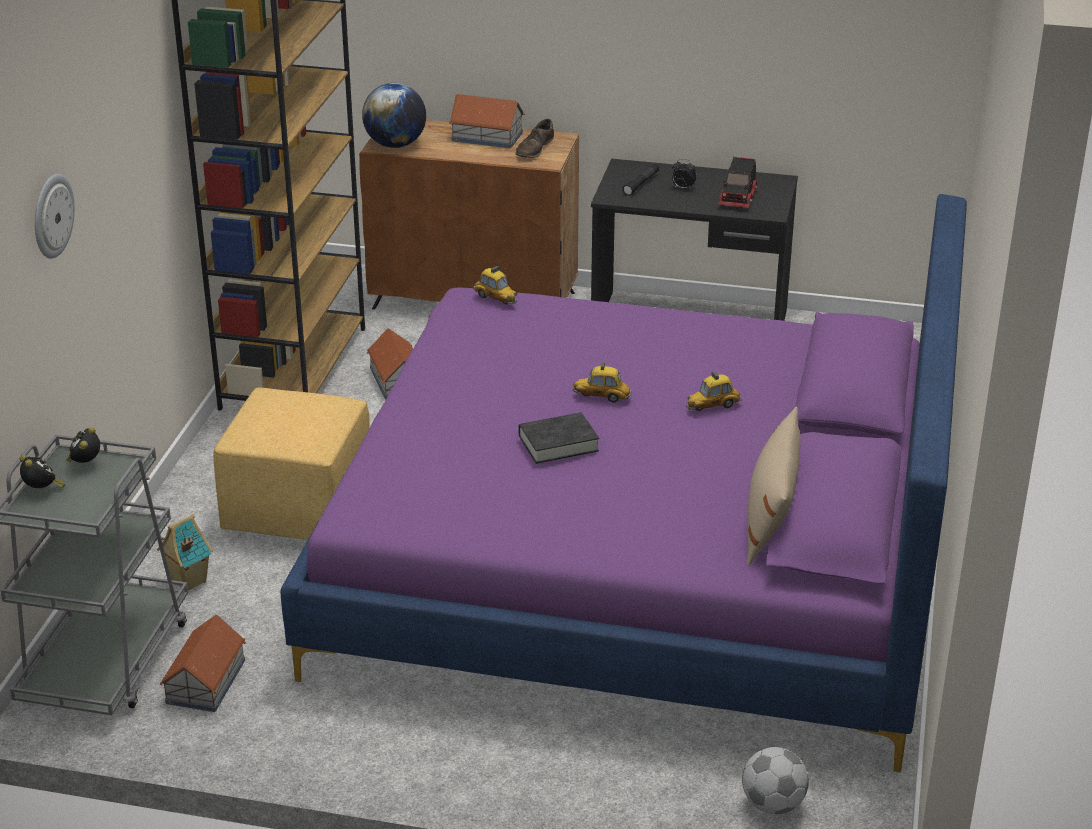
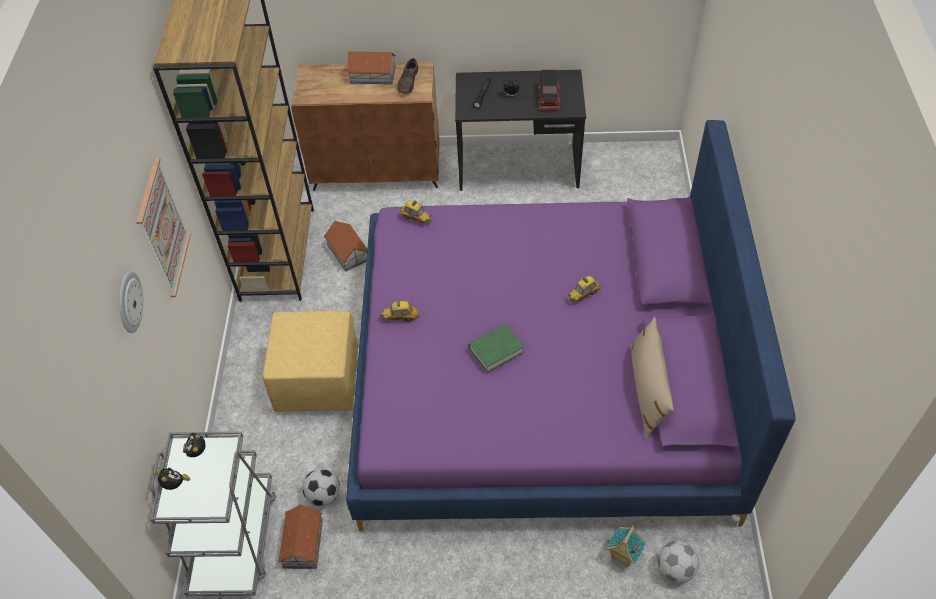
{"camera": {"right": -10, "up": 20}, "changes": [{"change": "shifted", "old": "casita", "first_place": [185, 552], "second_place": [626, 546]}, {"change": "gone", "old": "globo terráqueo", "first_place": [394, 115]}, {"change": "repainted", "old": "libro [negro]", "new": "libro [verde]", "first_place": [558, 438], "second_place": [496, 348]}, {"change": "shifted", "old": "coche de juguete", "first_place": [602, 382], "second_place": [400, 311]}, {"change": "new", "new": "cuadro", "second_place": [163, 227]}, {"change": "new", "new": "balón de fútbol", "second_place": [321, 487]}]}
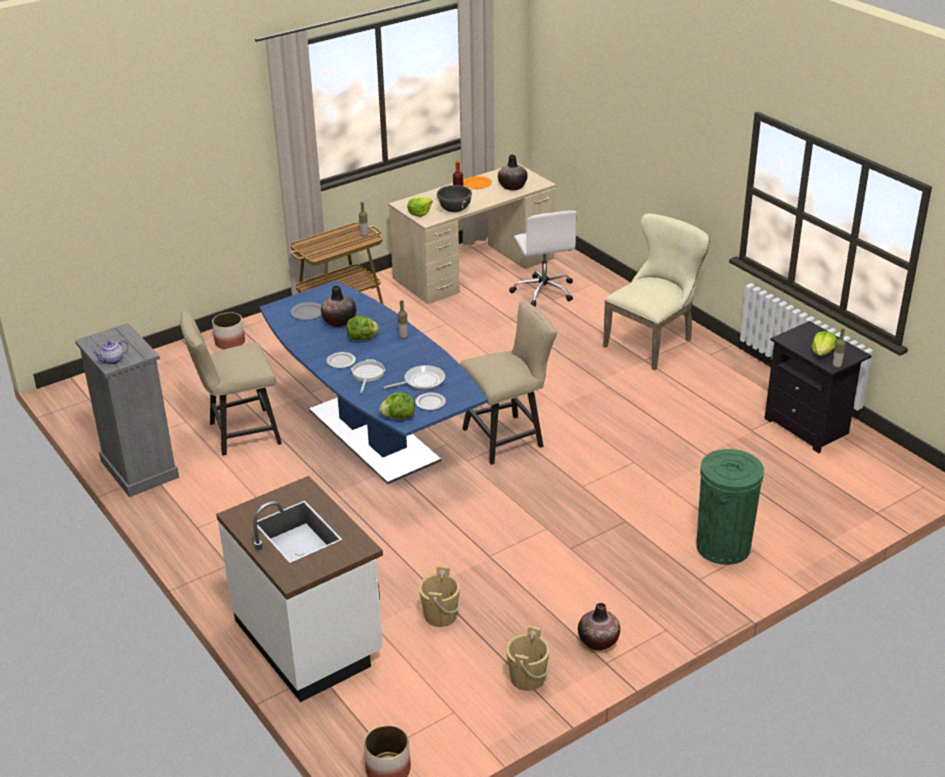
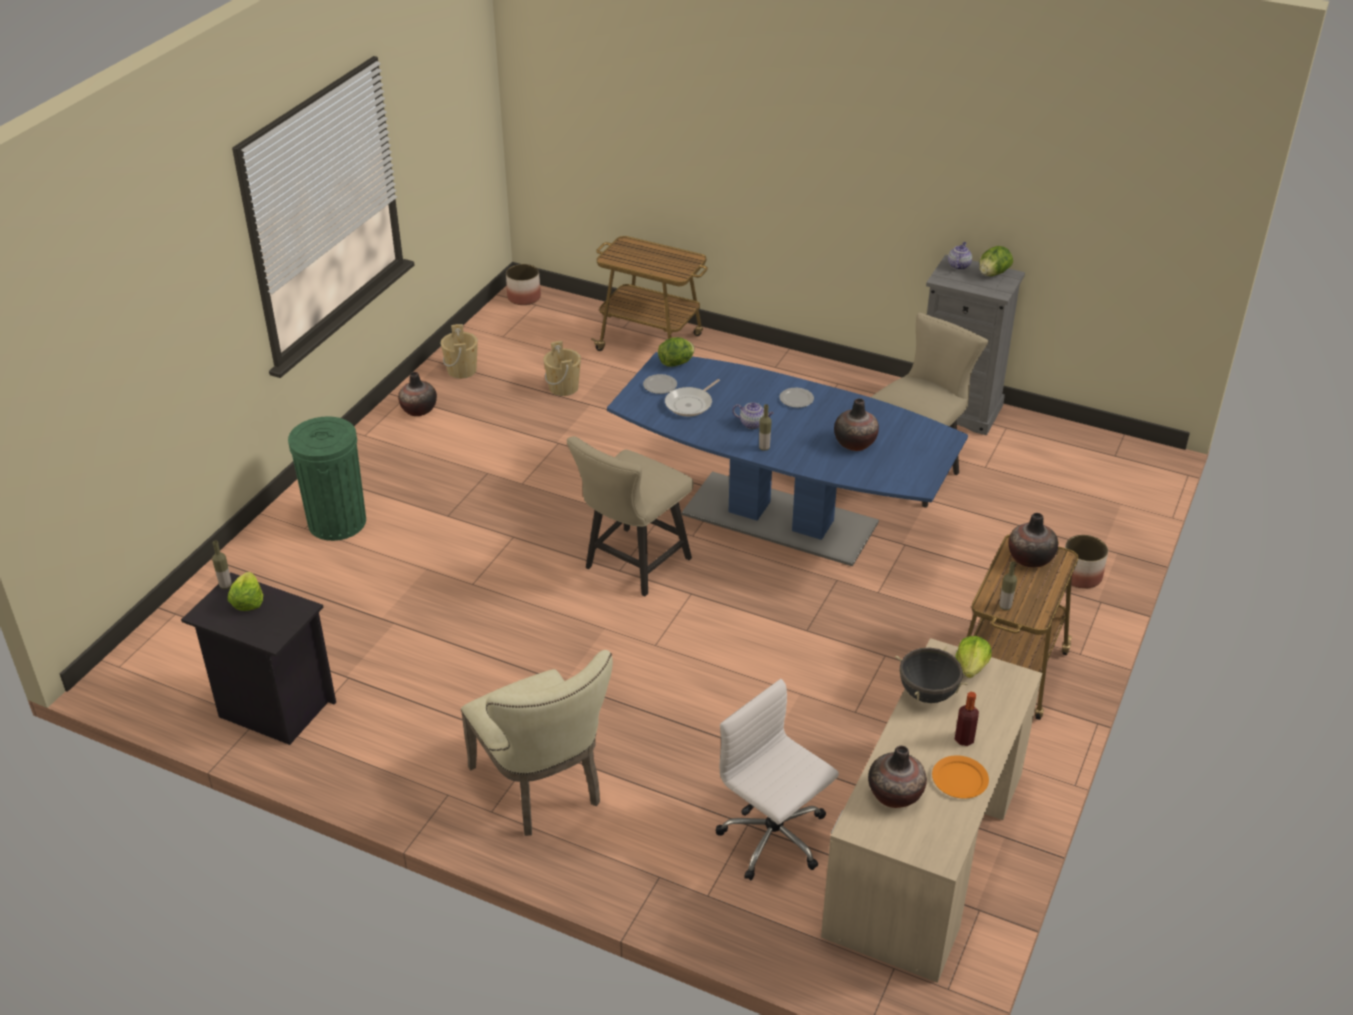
{"camera": {"right": 150, "up": 5}, "changes": [{"change": "swapped", "old": "mueble bajo de cocina [blanco]", "new": "carrito", "first_place": [299, 589], "second_place": [649, 293]}, {"change": "gone", "old": "plato [gris]", "first_place": [306, 311]}, {"change": "shifted", "old": "lechuga", "first_place": [362, 328], "second_place": [996, 261]}, {"change": "gone", "old": "sartén", "first_place": [368, 376]}, {"change": "rotated", "old": "silla [beis]", "first_place": [656, 292], "second_place": [537, 743], "degrees": -45}, {"change": "new", "new": "tetera", "second_place": [753, 416]}, {"change": "new", "new": "florero", "second_place": [1033, 540]}]}
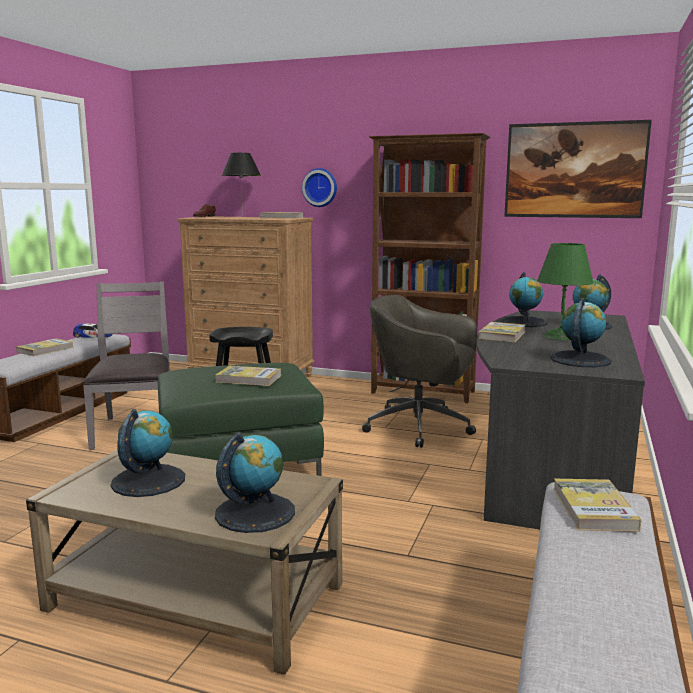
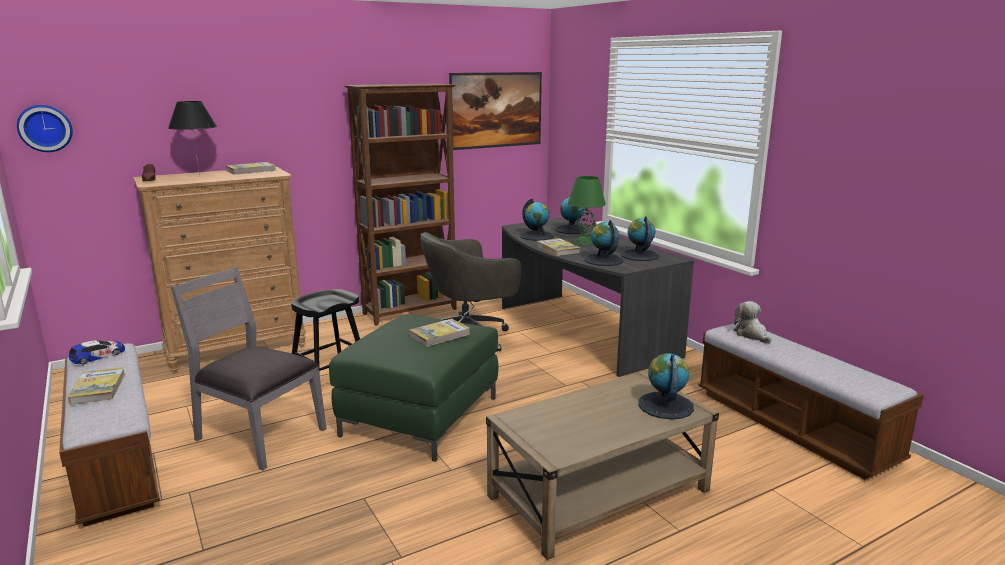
{"camera": {"right": -50, "up": 5}, "changes": [{"change": "shifted", "old": "globo terráqueo", "first_place": [148, 453], "second_place": [604, 243]}, {"change": "shifted", "old": "reloj de pared", "first_place": [319, 187], "second_place": [45, 128]}, {"change": "swapped", "old": "libro", "new": "peluche", "first_place": [597, 505], "second_place": [752, 322]}]}
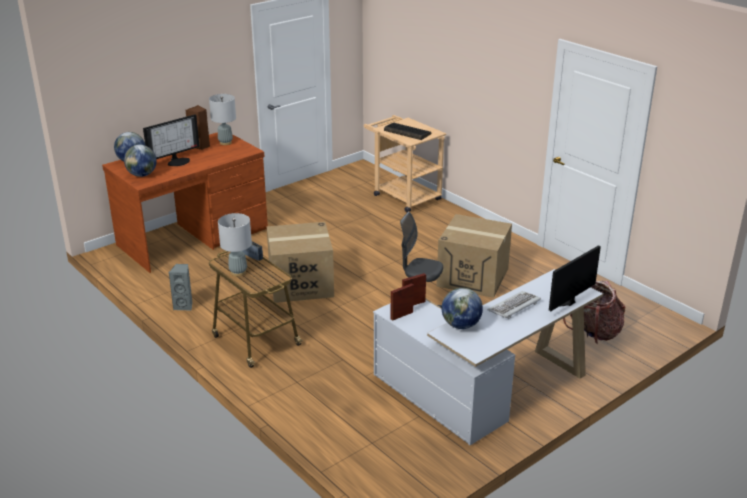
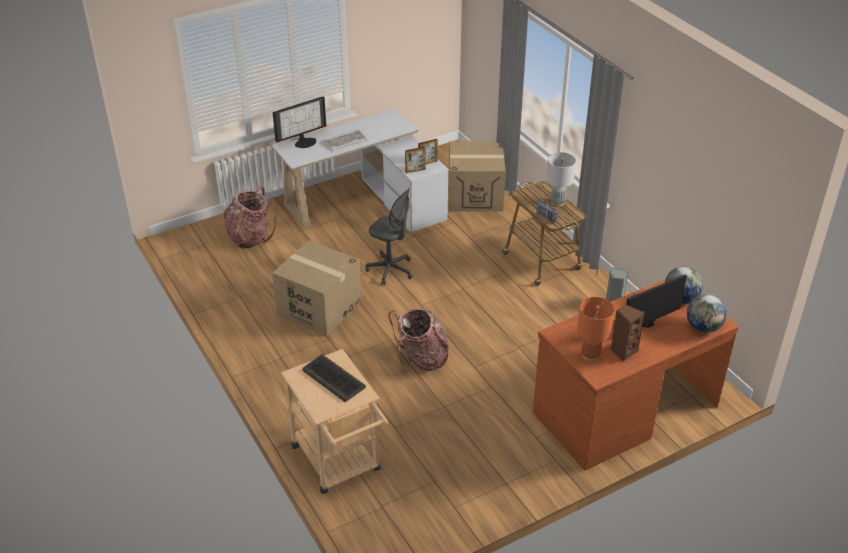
{"camera": {"right": -170, "up": 10}, "changes": [{"change": "repainted", "old": "lámpara de mesa [gris]", "new": "lámpara de mesa [naranja]", "first_place": [222, 119], "second_place": [596, 329]}, {"change": "shifted", "old": "caja de cartón", "first_place": [300, 262], "second_place": [477, 176]}, {"change": "gone", "old": "globo terráqueo", "first_place": [462, 308]}, {"change": "new", "new": "mochila", "second_place": [418, 340]}]}
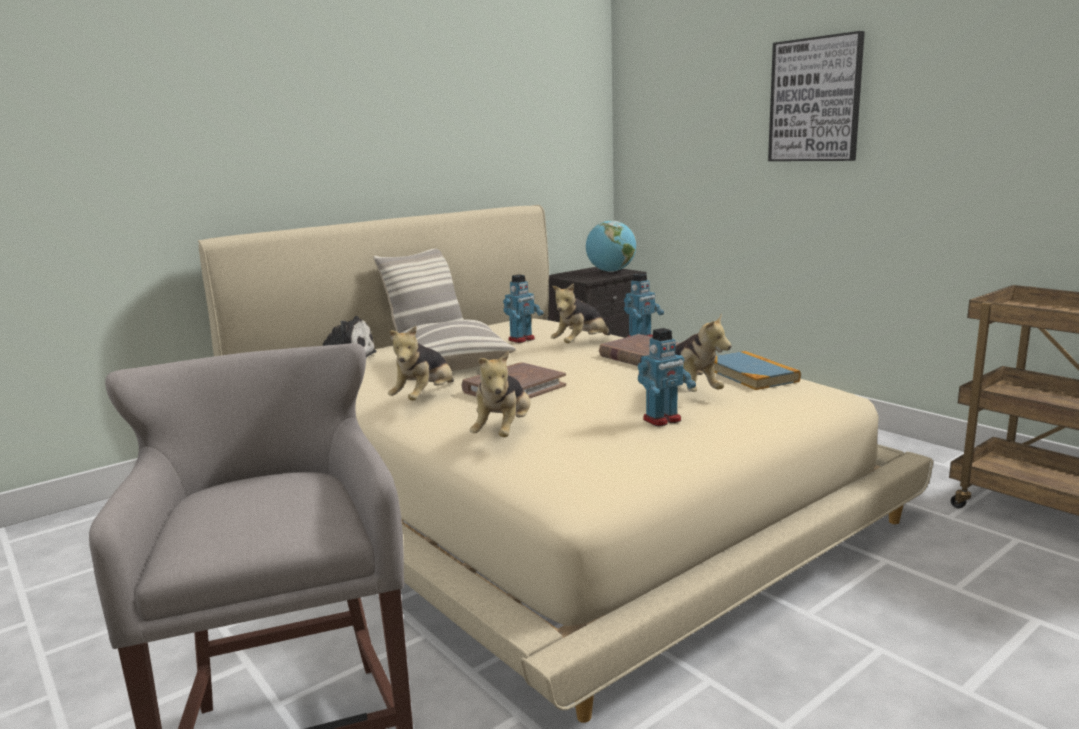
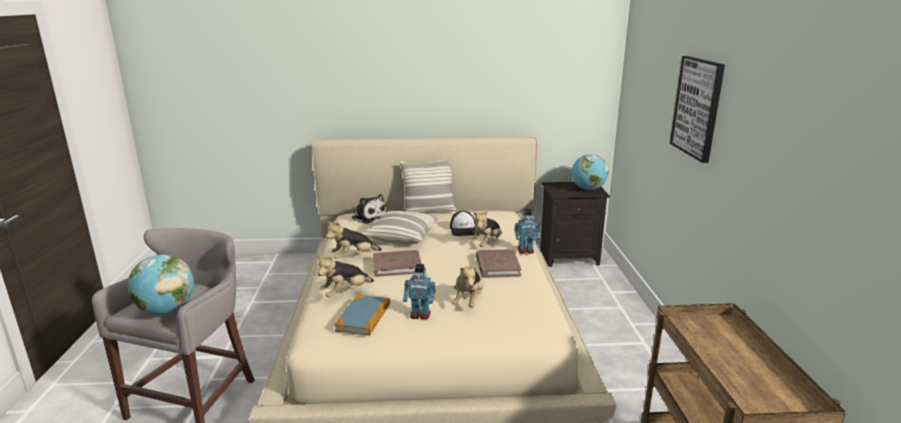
{"camera": {"right": 35, "up": 5}, "changes": [{"change": "swapped", "old": "robot de juguete", "new": "gorra", "first_place": [523, 308], "second_place": [462, 223]}, {"change": "rotated", "old": "peluche", "first_place": [580, 313], "second_place": [485, 229], "degrees": -45}, {"change": "shifted", "old": "libro", "first_place": [757, 370], "second_place": [362, 315]}, {"change": "new", "new": "globo terráqueo", "second_place": [161, 284]}]}
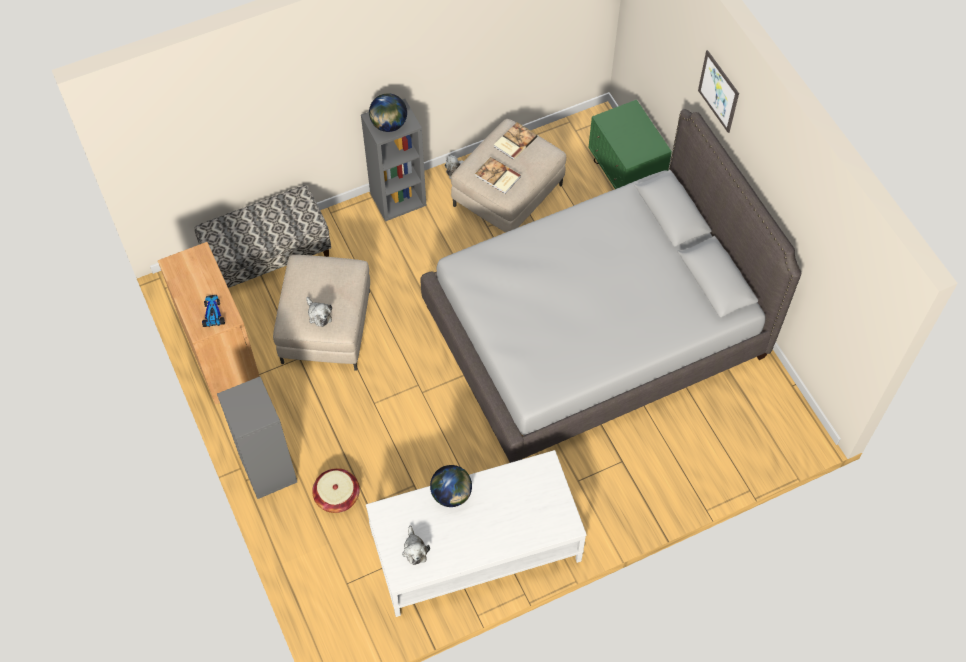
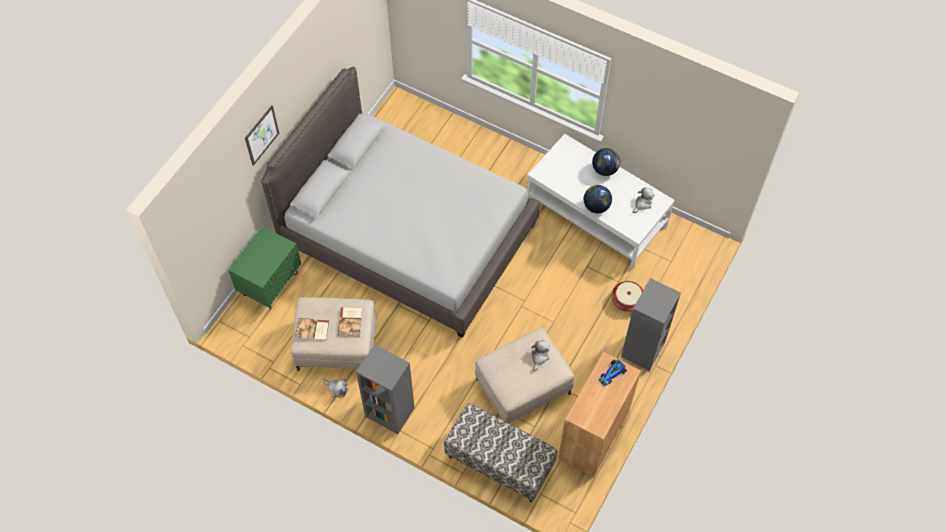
{"camera": {"right": -125, "up": 0}, "changes": [{"change": "shifted", "old": "globo terráqueo", "first_place": [388, 112], "second_place": [606, 162]}]}
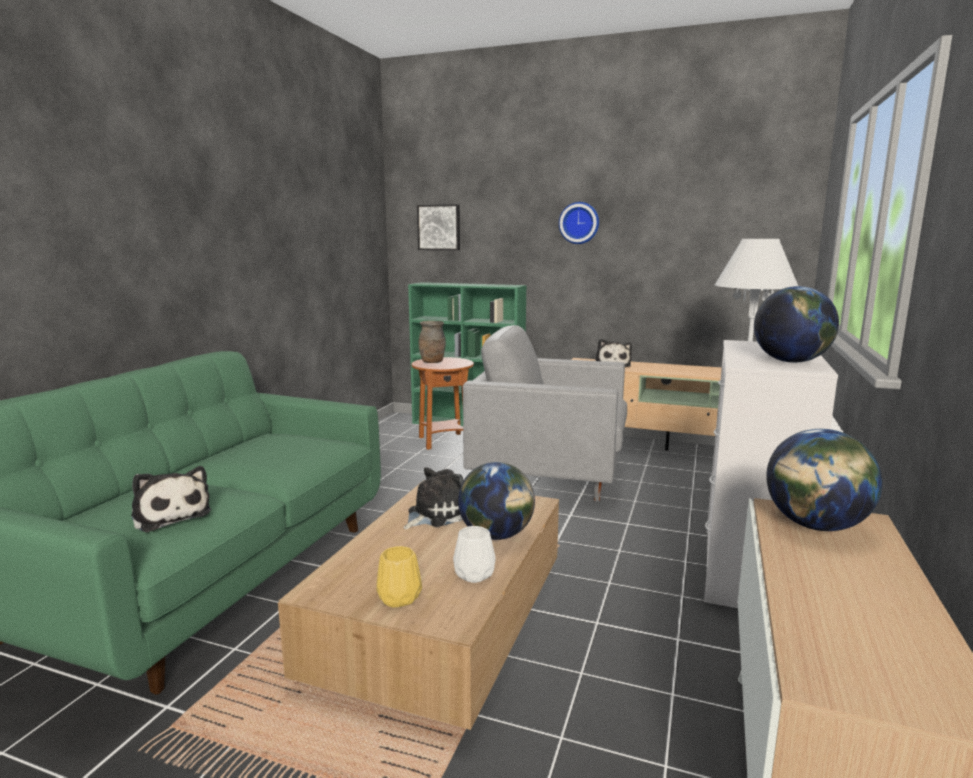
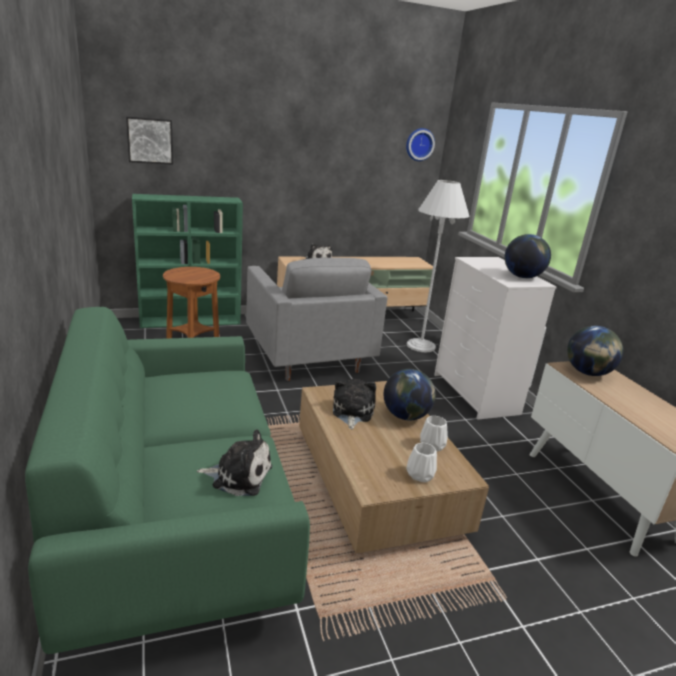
{"camera": {"right": -40, "up": 10}, "changes": [{"change": "repainted", "old": "florero [amarillo]", "new": "florero [blanco]", "first_place": [399, 577], "second_place": [421, 462]}, {"change": "gone", "old": "florero [marrón]", "first_place": [432, 342]}, {"change": "rotated", "old": "sillón [gris]", "first_place": [545, 413], "second_place": [317, 319], "degrees": -90}, {"change": "shifted", "old": "reloj de pared", "first_place": [579, 223], "second_place": [420, 144]}]}
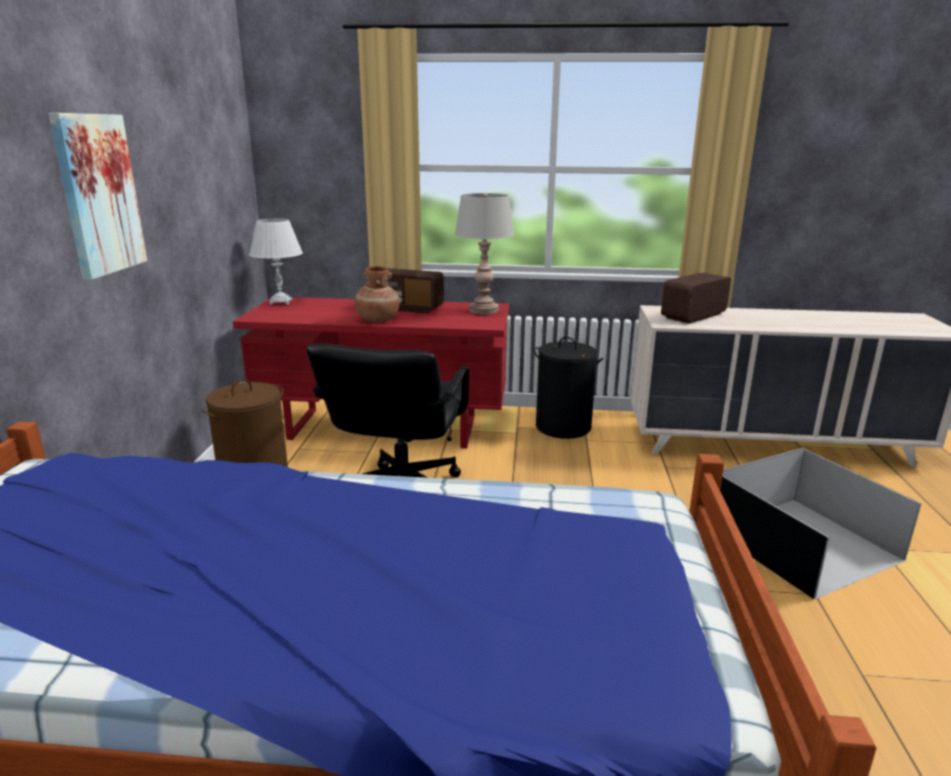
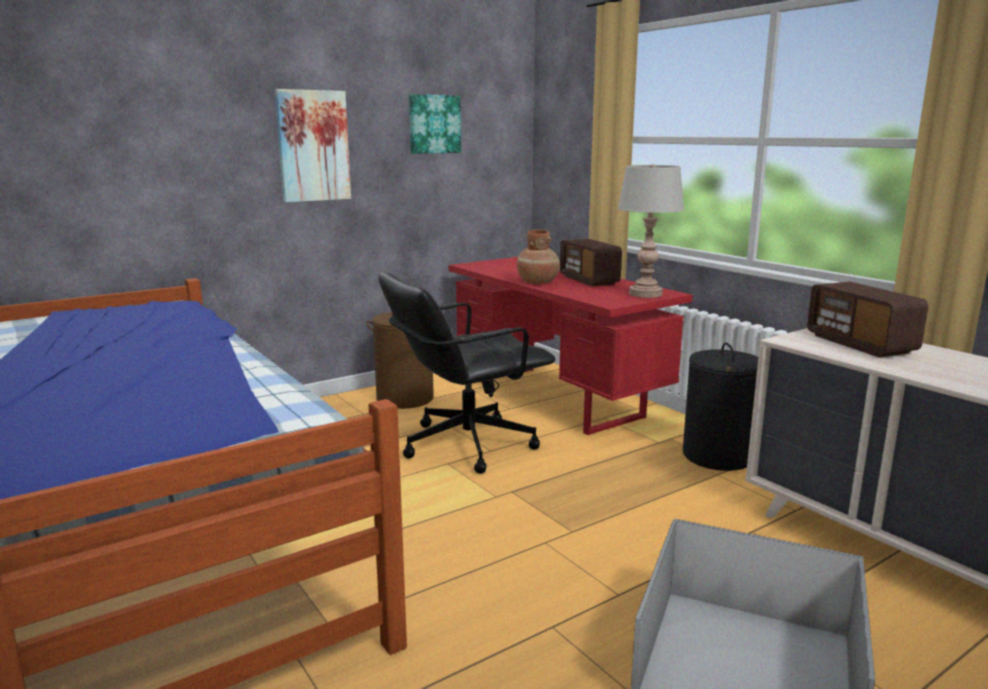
{"camera": {"right": 50, "up": -5}, "changes": [{"change": "gone", "old": "lámpara de mesa [blanco]", "first_place": [276, 261]}, {"change": "rotated", "old": "radio", "first_place": [696, 297], "second_place": [867, 319], "degrees": -120}, {"change": "new", "new": "cuadro", "second_place": [435, 124]}]}
